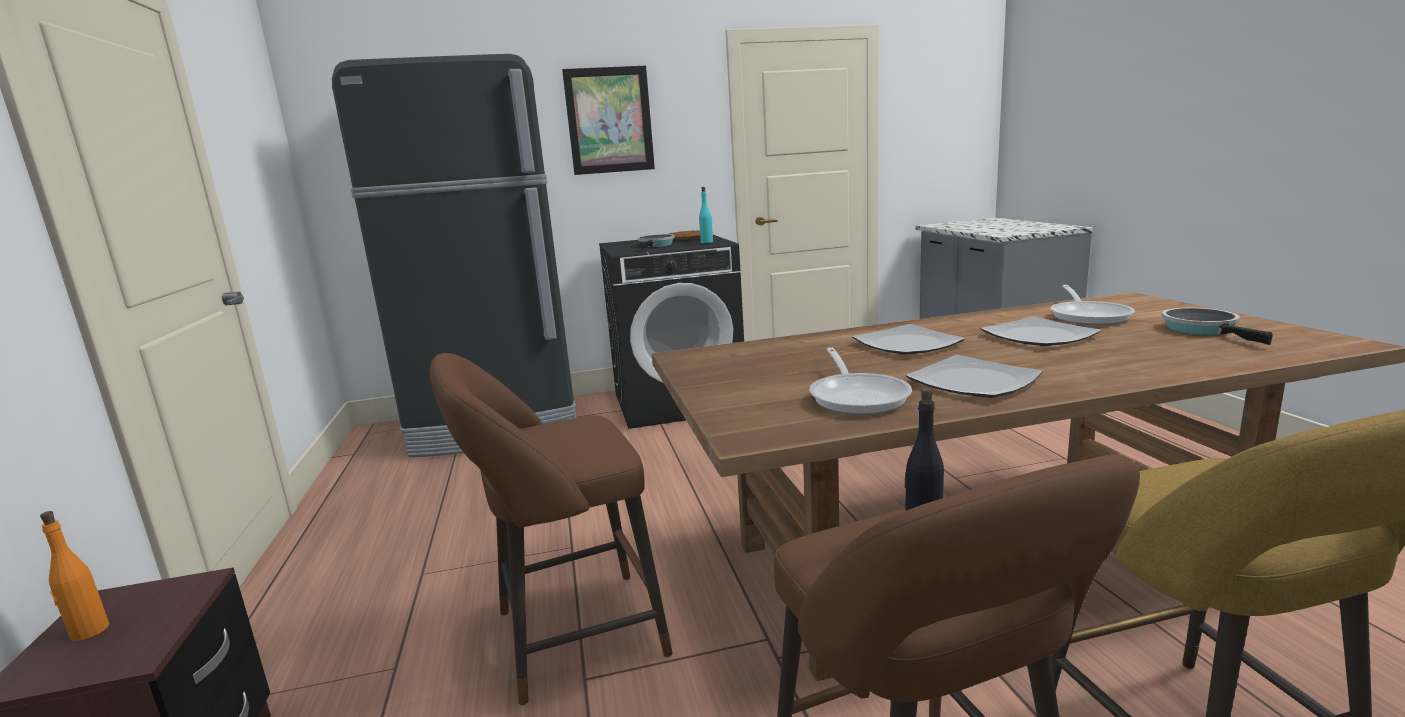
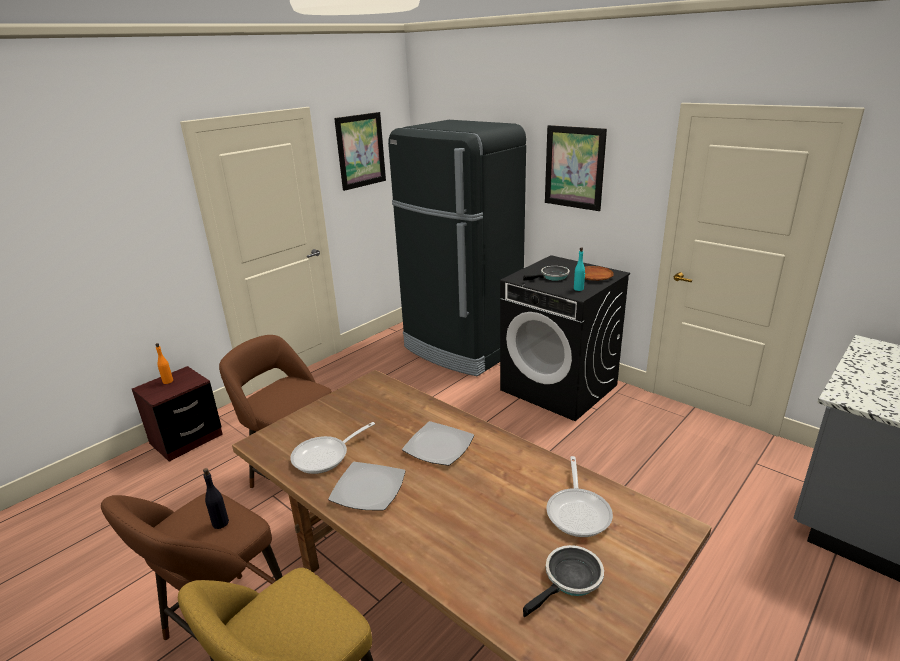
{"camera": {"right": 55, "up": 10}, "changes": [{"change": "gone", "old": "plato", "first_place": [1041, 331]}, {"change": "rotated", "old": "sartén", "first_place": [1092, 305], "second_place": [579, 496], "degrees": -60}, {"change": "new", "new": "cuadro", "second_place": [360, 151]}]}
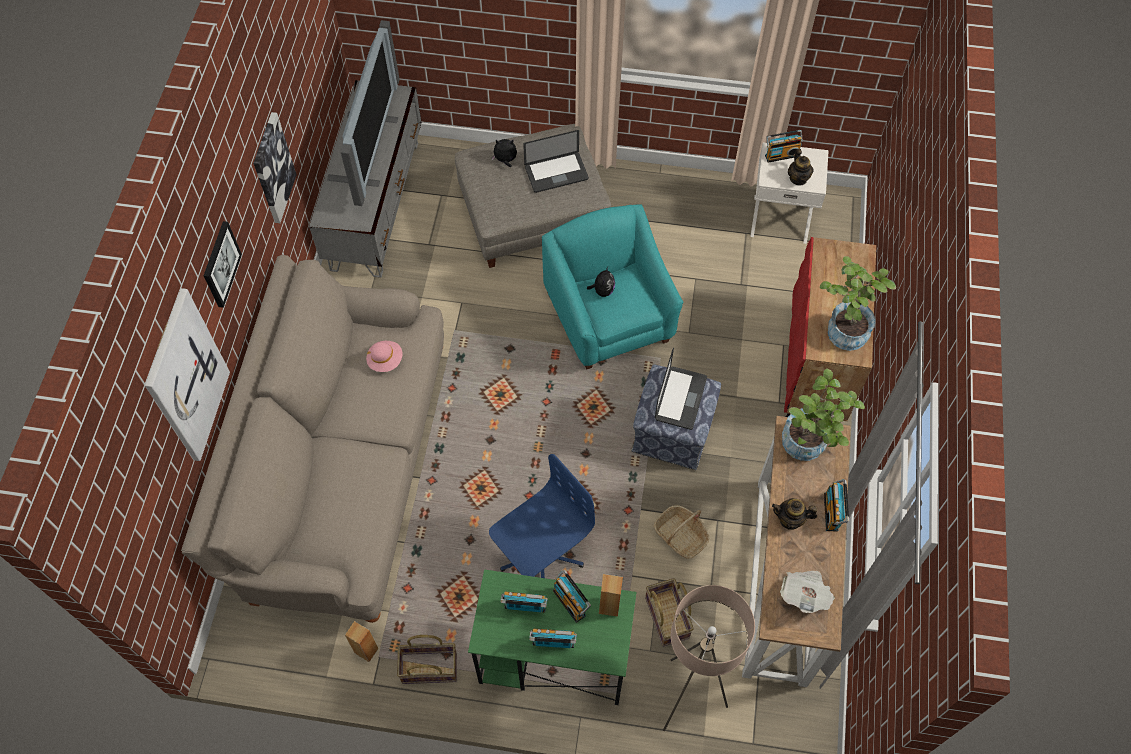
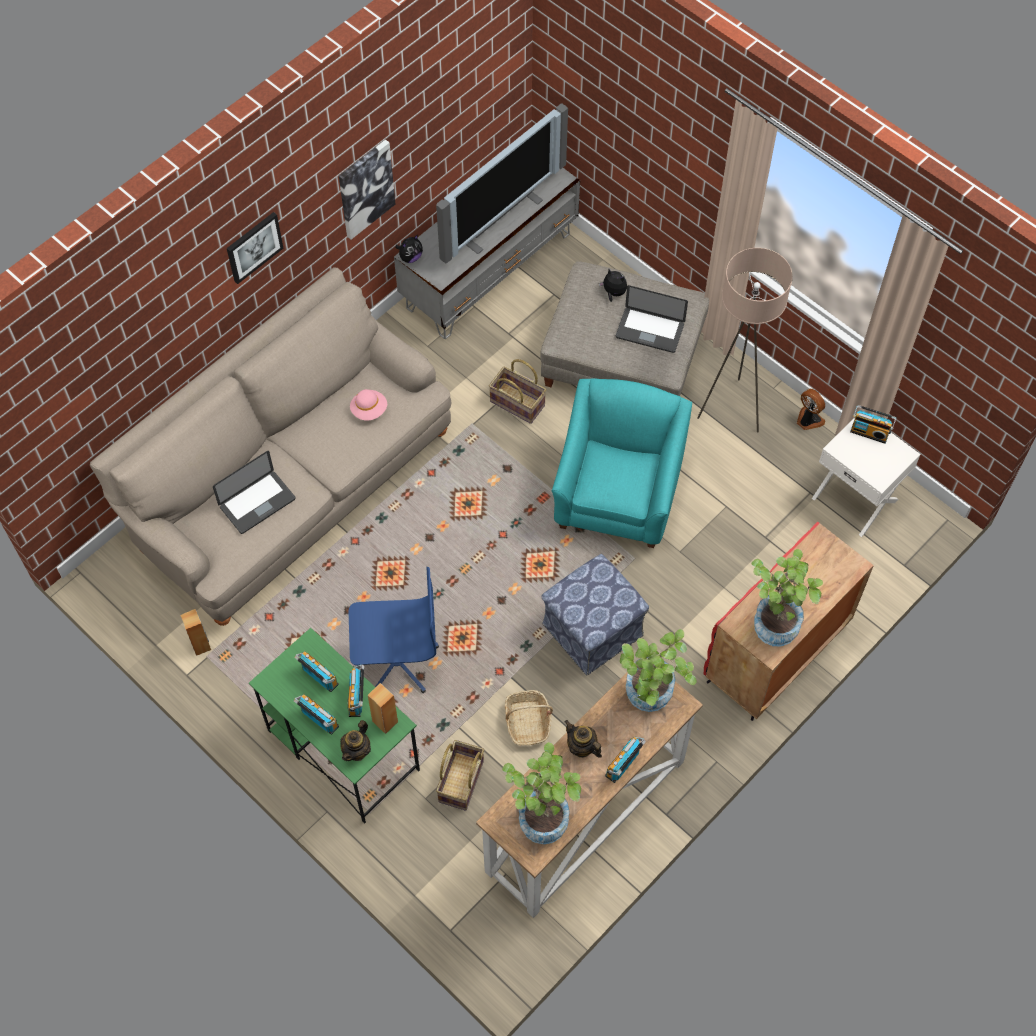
{"camera": {"right": 35, "up": 0}, "changes": [{"change": "gone", "old": "cuadro", "first_place": [187, 374]}, {"change": "shifted", "old": "cesta", "first_place": [427, 659], "second_place": [517, 391]}, {"change": "shifted", "old": "peluche", "first_place": [601, 282], "second_place": [409, 248]}, {"change": "shifted", "old": "portátil", "first_place": [681, 389], "second_place": [254, 492]}, {"change": "shifted", "old": "lámpara de pie [beis]", "first_place": [709, 658], "second_place": [745, 340]}, {"change": "swapped", "old": "periódico", "new": "planta en maceta", "first_place": [807, 591], "second_place": [541, 793]}, {"change": "shifted", "old": "tetera", "first_place": [800, 167], "second_place": [355, 740]}, {"change": "new", "new": "ventilador", "second_place": [811, 409]}]}
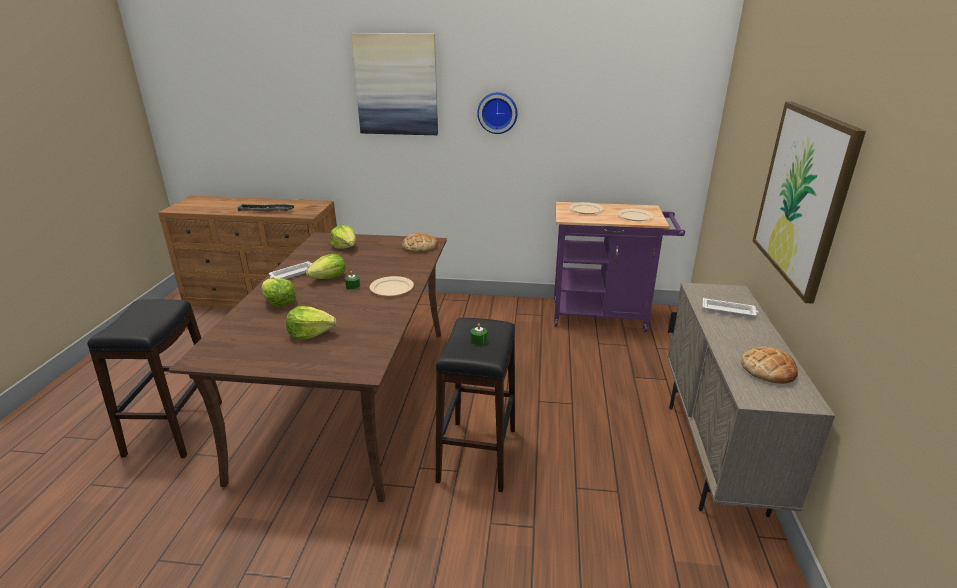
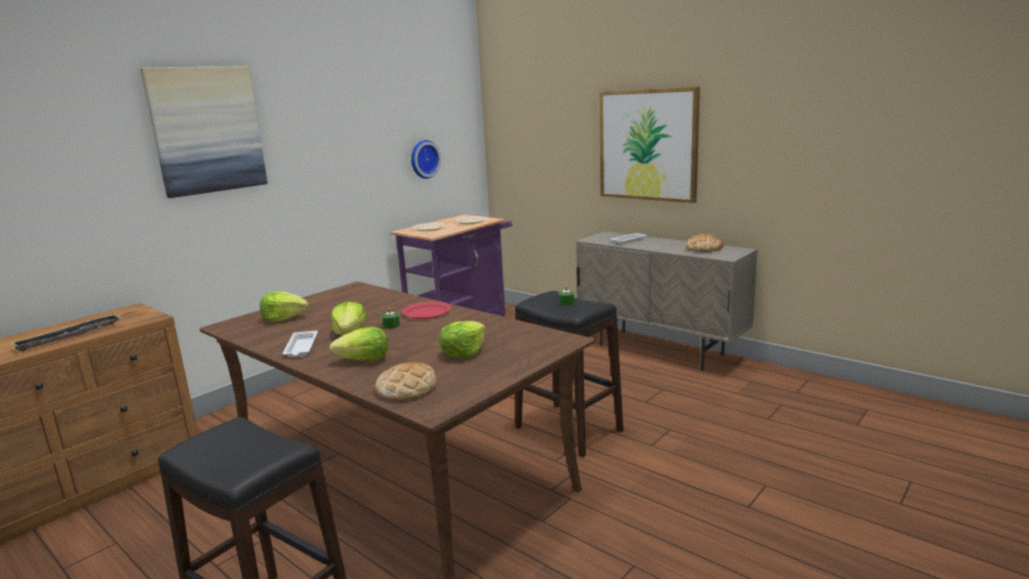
{"camera": {"right": -55, "up": -10}, "changes": [{"change": "repainted", "old": "plato [beis]", "new": "plato [rojo]", "first_place": [392, 286], "second_place": [427, 310]}, {"change": "shifted", "old": "pan", "first_place": [420, 242], "second_place": [406, 381]}, {"change": "shifted", "old": "reloj de pared", "first_place": [497, 113], "second_place": [426, 159]}]}
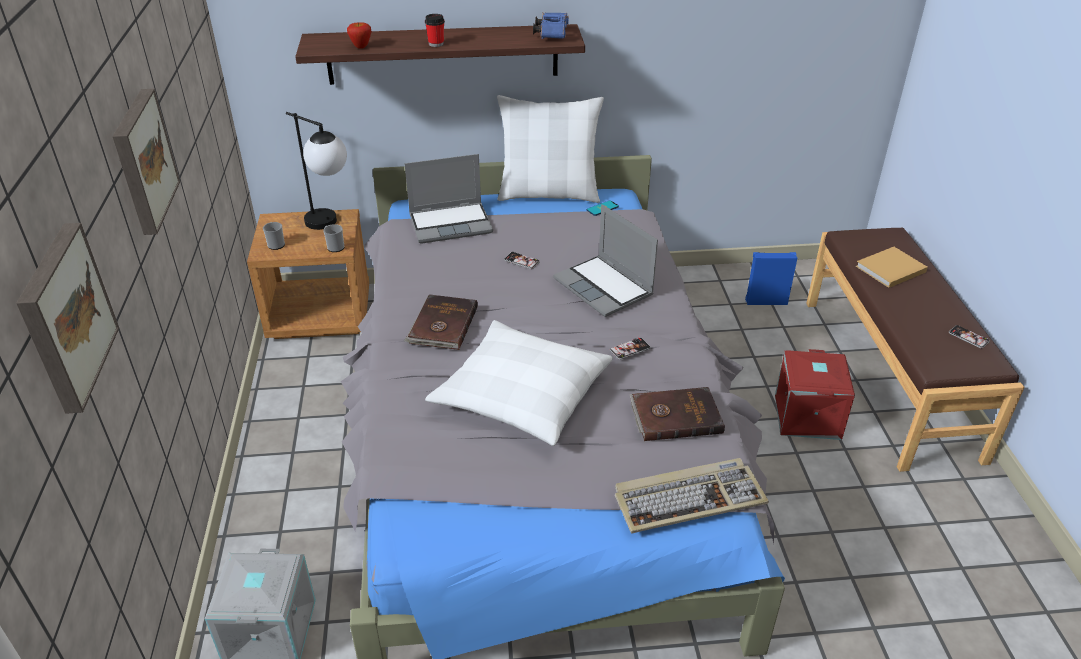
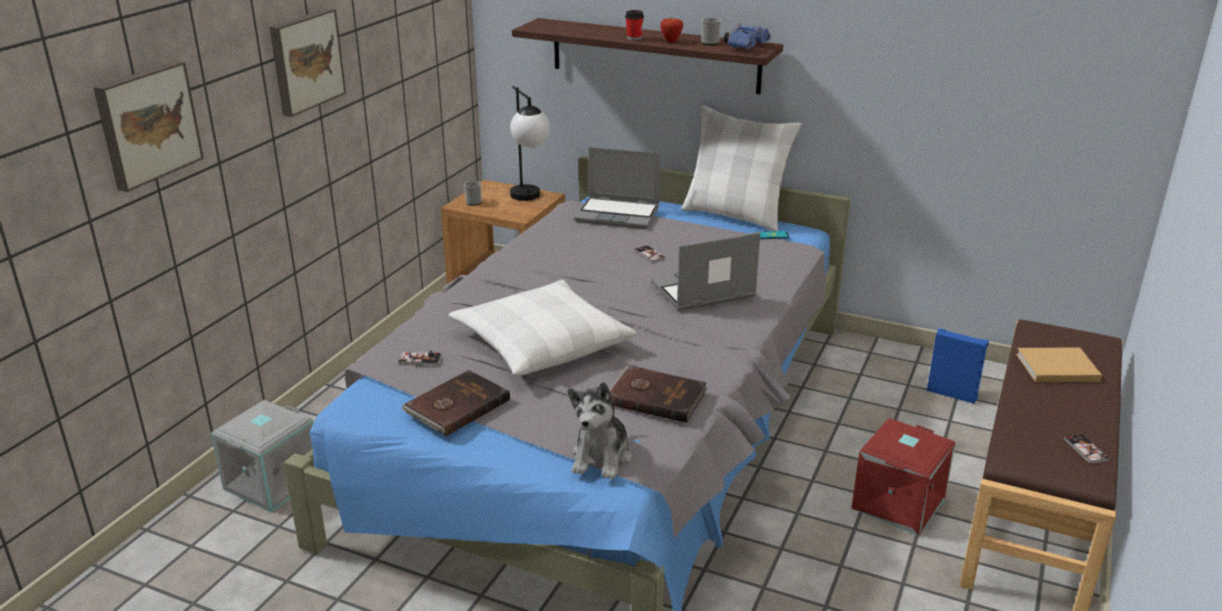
{"camera": {"right": 30, "up": -10}, "changes": [{"change": "shifted", "old": "taza grande", "first_place": [333, 238], "second_place": [711, 31]}, {"change": "shifted", "old": "manzana", "first_place": [359, 35], "second_place": [671, 30]}, {"change": "shifted", "old": "libro [marrón]", "first_place": [441, 322], "second_place": [455, 403]}, {"change": "rotated", "old": "portátil", "first_place": [605, 260], "second_place": [705, 271], "degrees": 75}, {"change": "shifted", "old": "móvil", "first_place": [630, 348], "second_place": [420, 358]}, {"change": "swapped", "old": "teclado", "new": "peluche", "first_place": [692, 496], "second_place": [600, 430]}]}
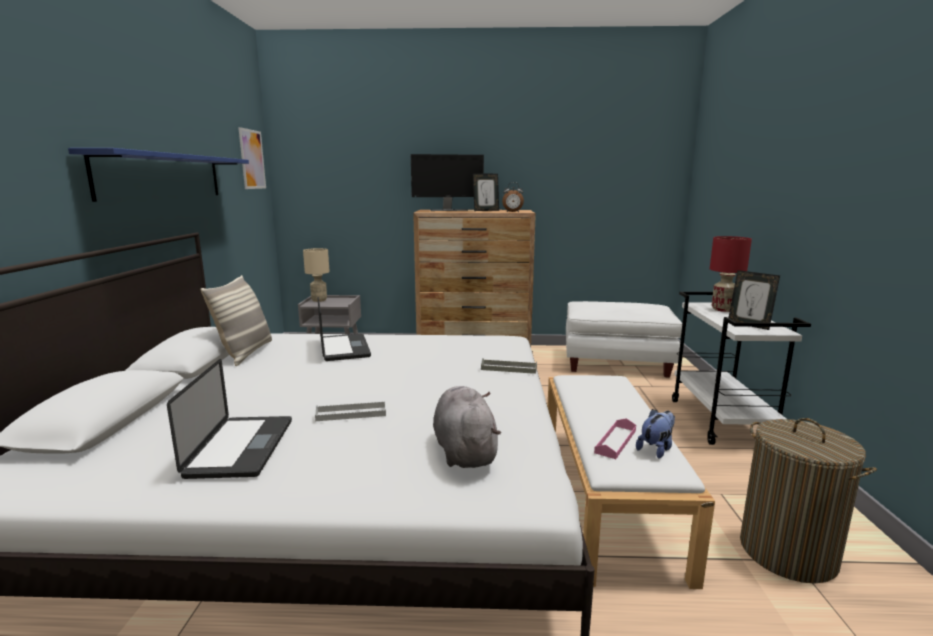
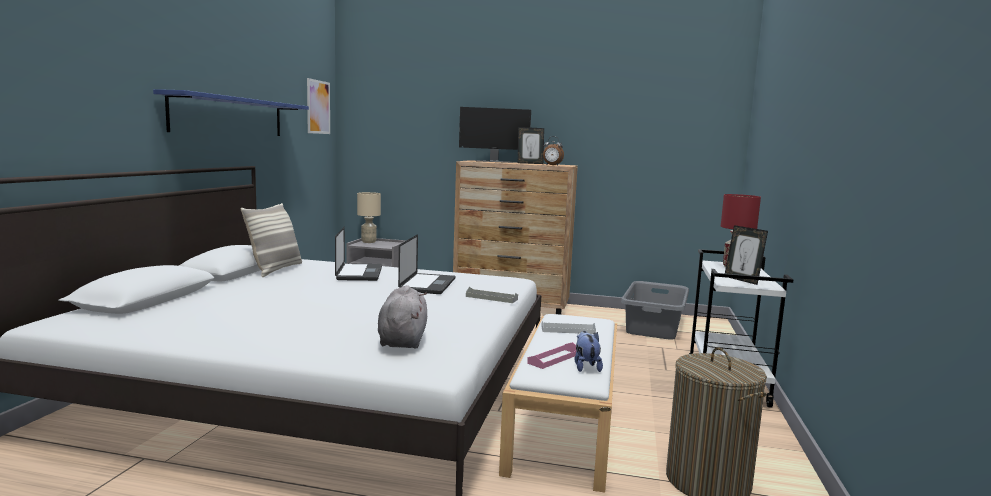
{"camera": {"right": 10, "up": -5}, "changes": [{"change": "shifted", "old": "portátil", "first_place": [229, 419], "second_place": [426, 264]}, {"change": "shifted", "old": "bandeja [blanco]", "first_place": [350, 411], "second_place": [568, 327]}, {"change": "swapped", "old": "puf [blanco]", "new": "cesto de la ropa [gris]", "first_place": [624, 339], "second_place": [655, 310]}, {"change": "rotated", "old": "peluche", "first_place": [655, 434], "second_place": [589, 351], "degrees": -60}]}
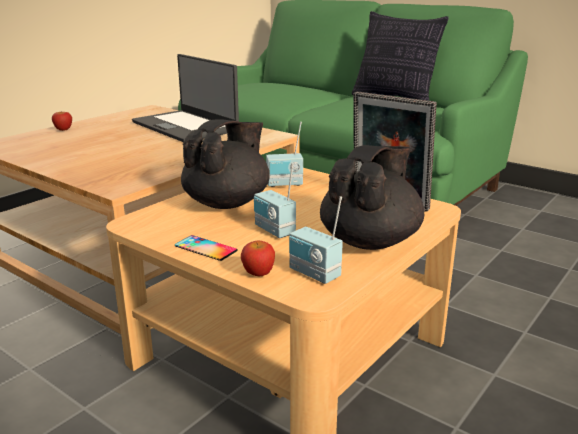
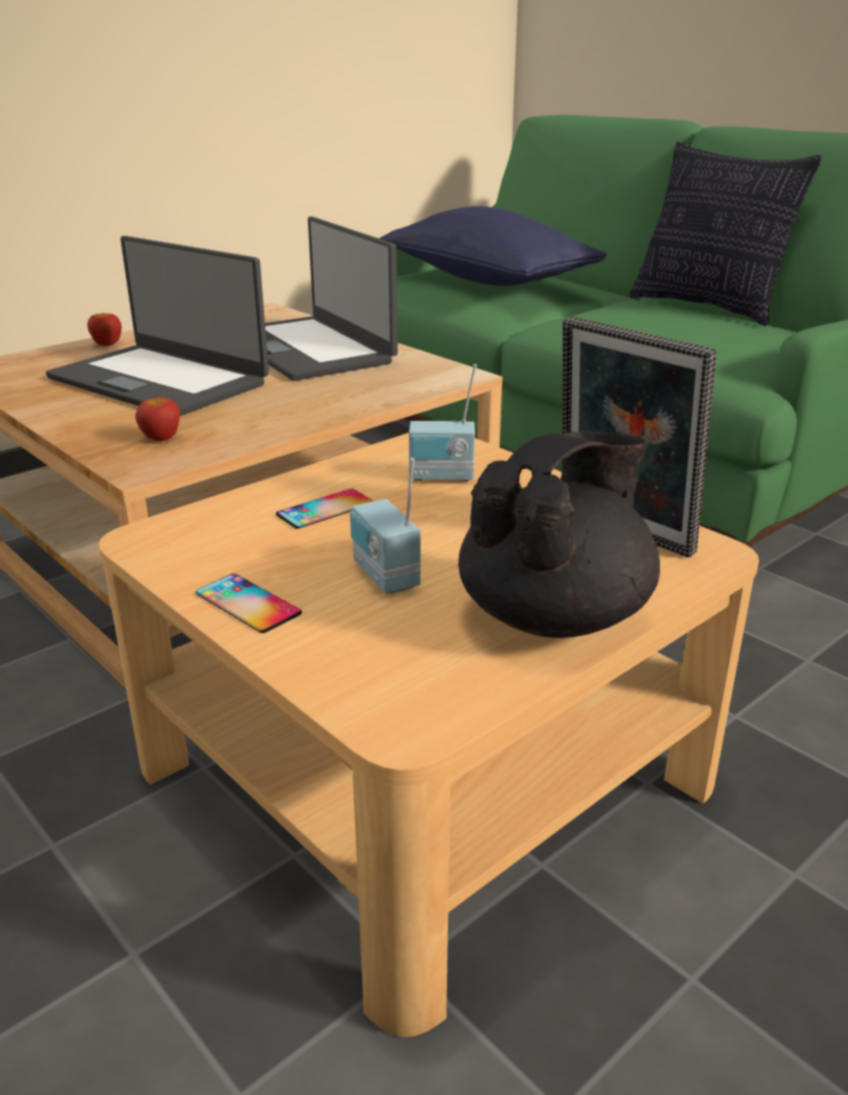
{"camera": {"right": 10, "up": 5}, "changes": [{"change": "swapped", "old": "tetera [negro]", "new": "móvil", "first_place": [225, 164], "second_place": [324, 508]}, {"change": "shifted", "old": "manzana", "first_place": [258, 258], "second_place": [157, 419]}, {"change": "gone", "old": "radio", "first_place": [316, 240]}, {"change": "new", "new": "portátil", "second_place": [157, 326]}, {"change": "new", "new": "cojín [azul]", "second_place": [493, 246]}]}
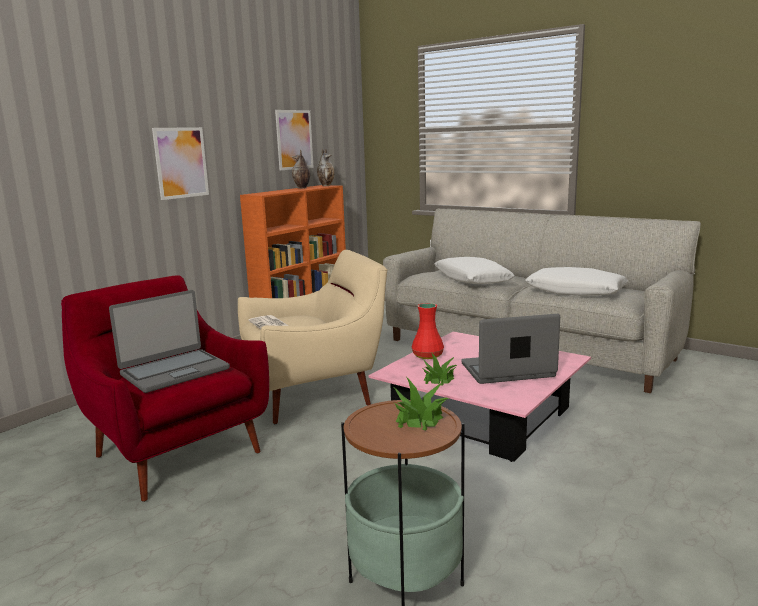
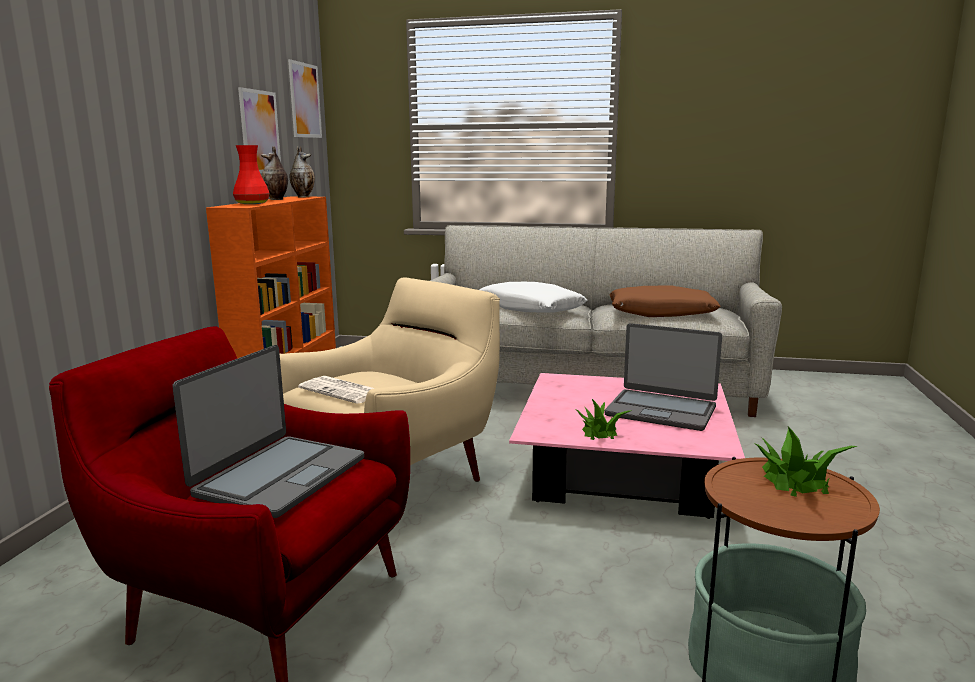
{"camera": {"right": -25, "up": 0}, "changes": [{"change": "shifted", "old": "cuadro", "first_place": [180, 163], "second_place": [305, 98]}, {"change": "shifted", "old": "florero [rojo]", "first_place": [428, 331], "second_place": [251, 174]}, {"change": "rotated", "old": "portátil", "first_place": [510, 349], "second_place": [663, 377], "degrees": -120}, {"change": "repainted", "old": "cojín [blanco]", "new": "cojín [marrón]", "first_place": [576, 281], "second_place": [665, 301]}]}
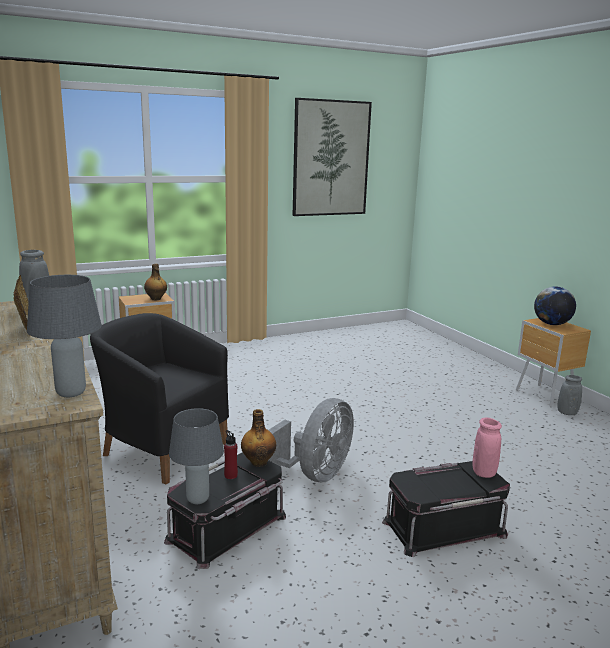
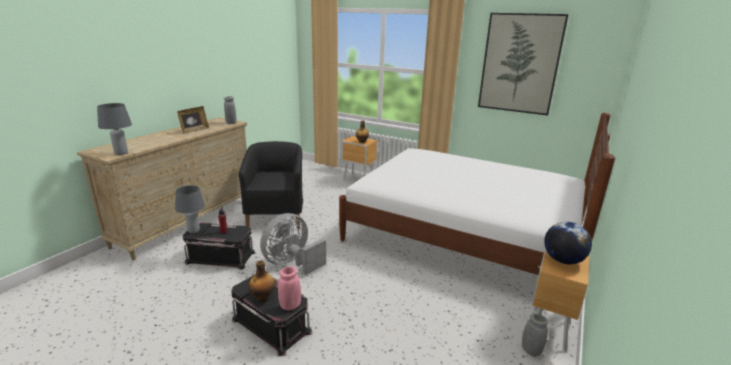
{"camera": {"right": 55, "up": 5}, "changes": [{"change": "shifted", "old": "botella", "first_place": [258, 438], "second_place": [261, 280]}, {"change": "rotated", "old": "ventilador [gris]", "first_place": [311, 440], "second_place": [293, 244], "degrees": 135}, {"change": "new", "new": "cama [blanco]", "second_place": [477, 194]}]}
